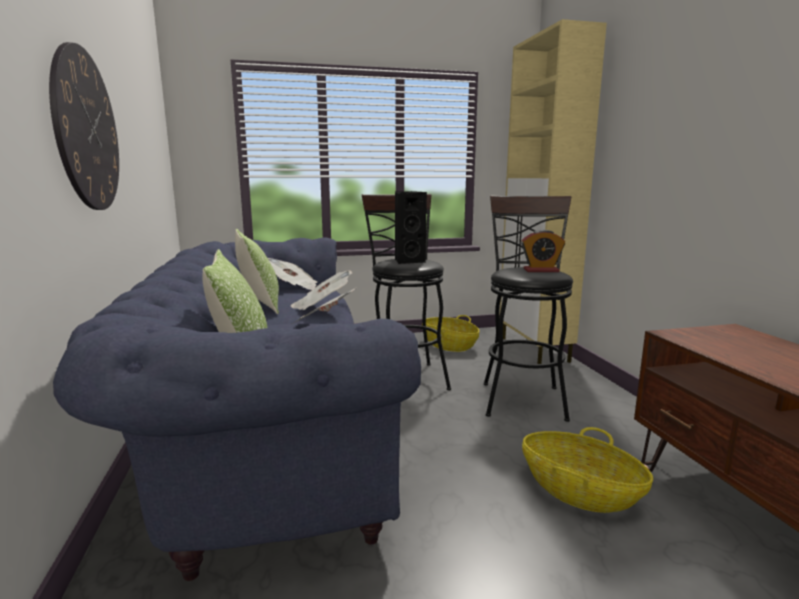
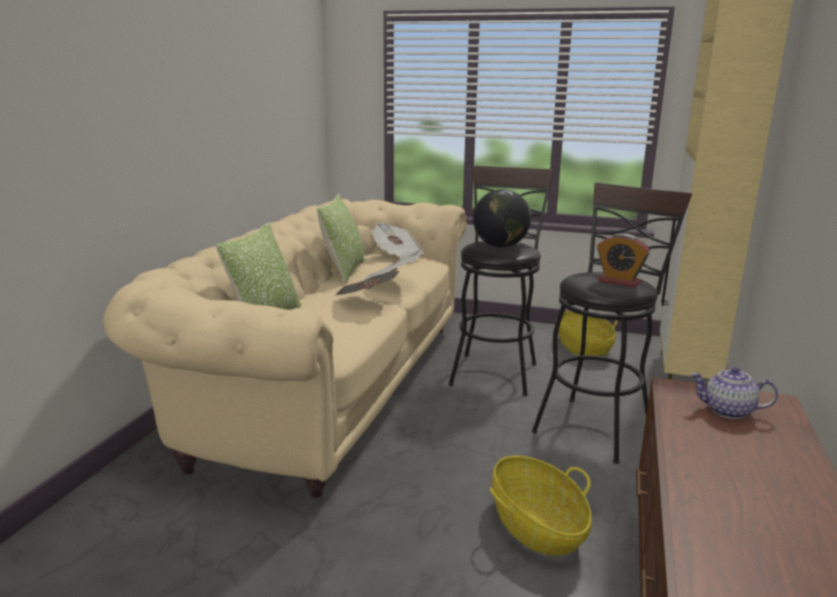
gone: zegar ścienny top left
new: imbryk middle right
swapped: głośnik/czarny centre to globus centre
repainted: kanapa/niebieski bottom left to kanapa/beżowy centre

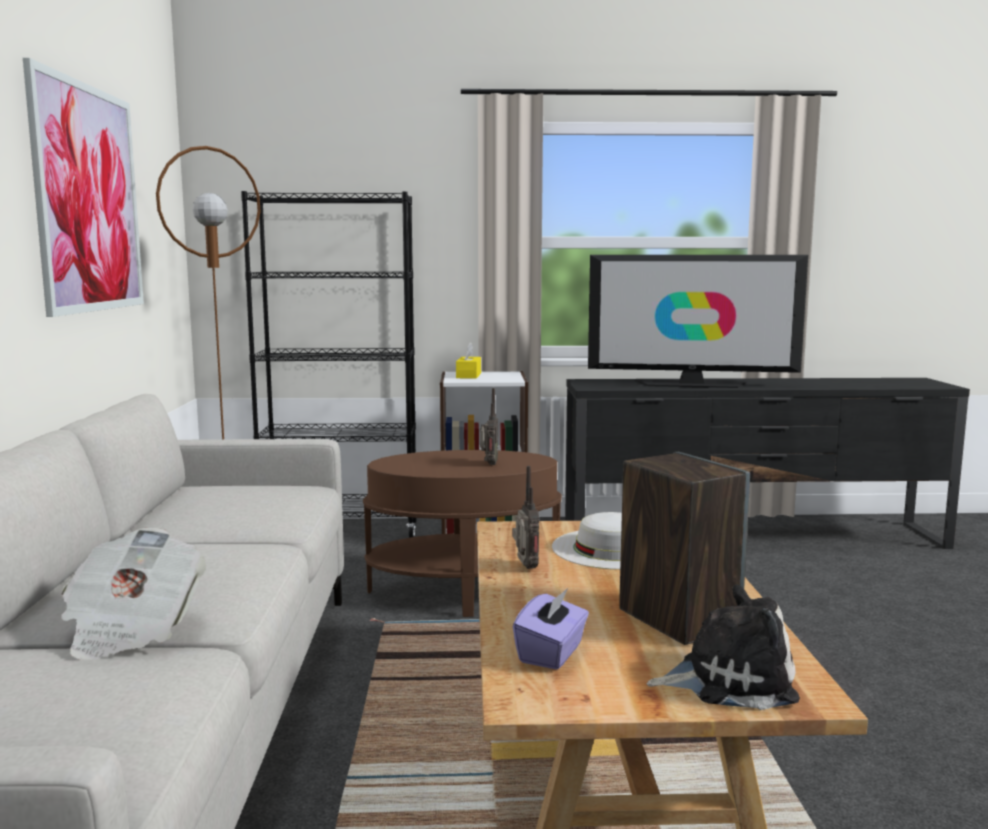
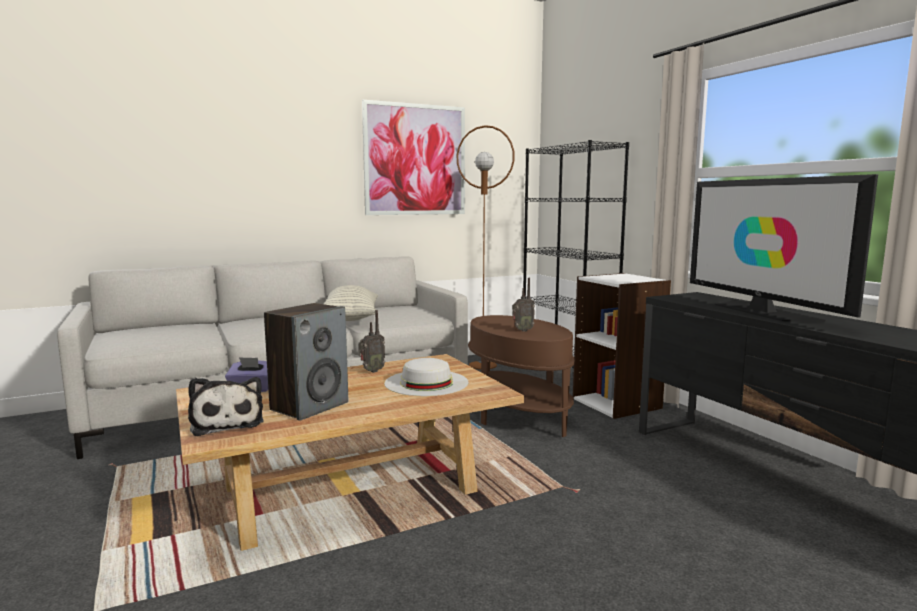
gone: pudełko chusteczek/żółty centre; gazeta bottom left
new: poduszka centre

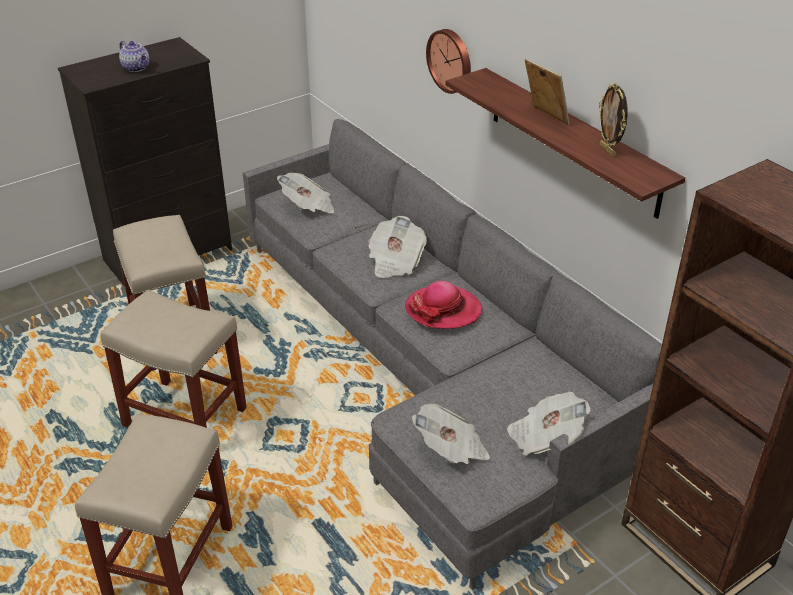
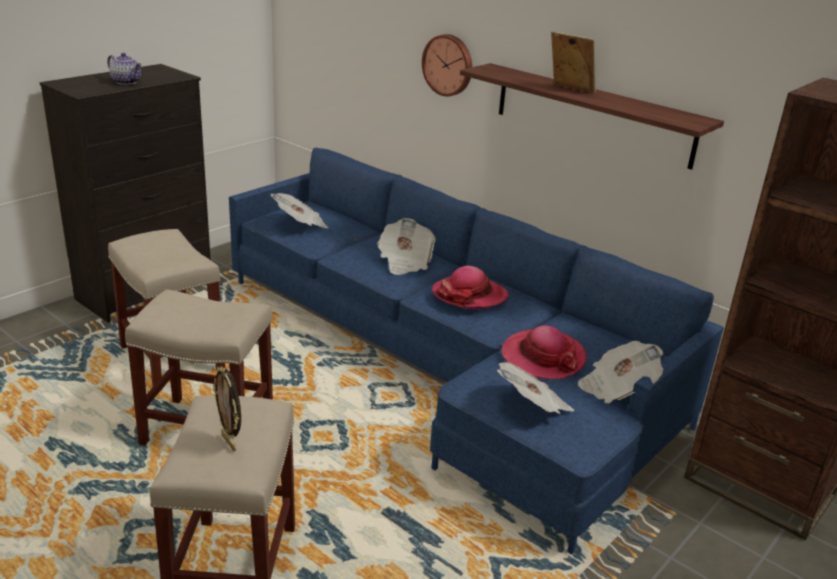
new: kapelusz (no. 2 from left) centre
shifted: ramka na zdjęcie (no. 2 from left in the first image) top right to ramka na zdjęcie (no. 1 from left) bottom left
repainted: kanapa/szary centre to kanapa/niebieski centre

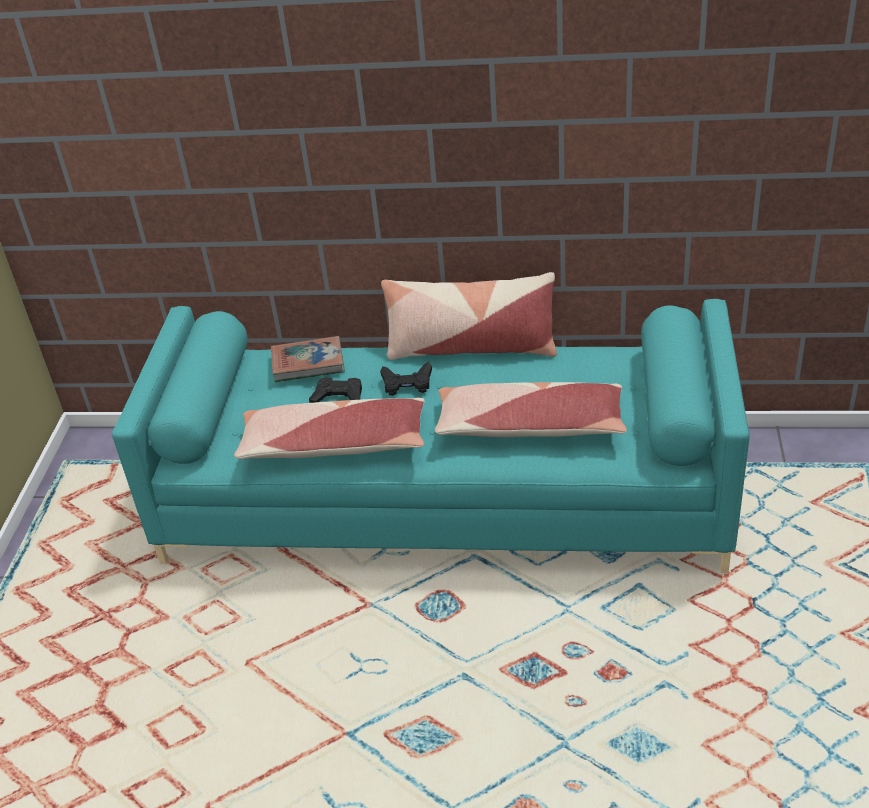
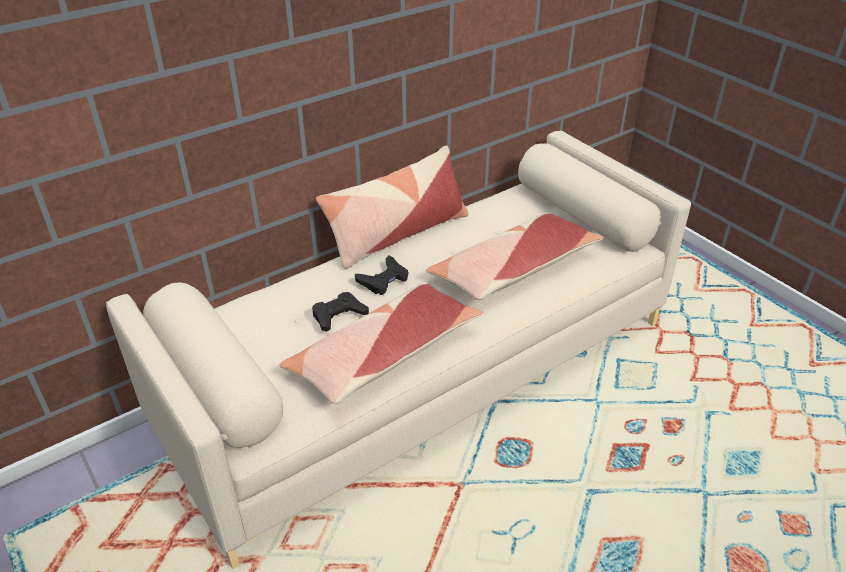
gone: książka centre
repainted: kanapa/turkusowy centre to kanapa/beżowy centre

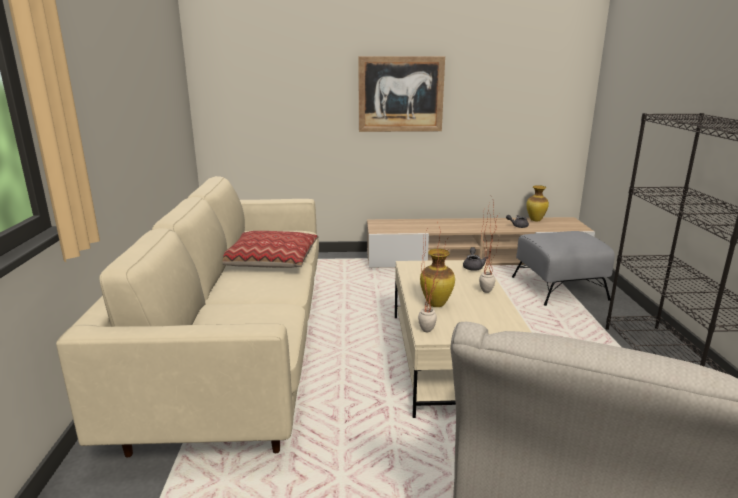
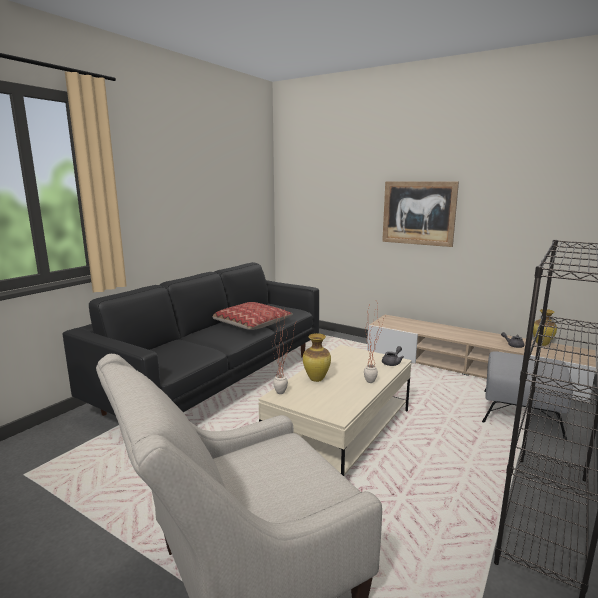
repainted: kanapa/beżowy middle left to kanapa/czarny middle left

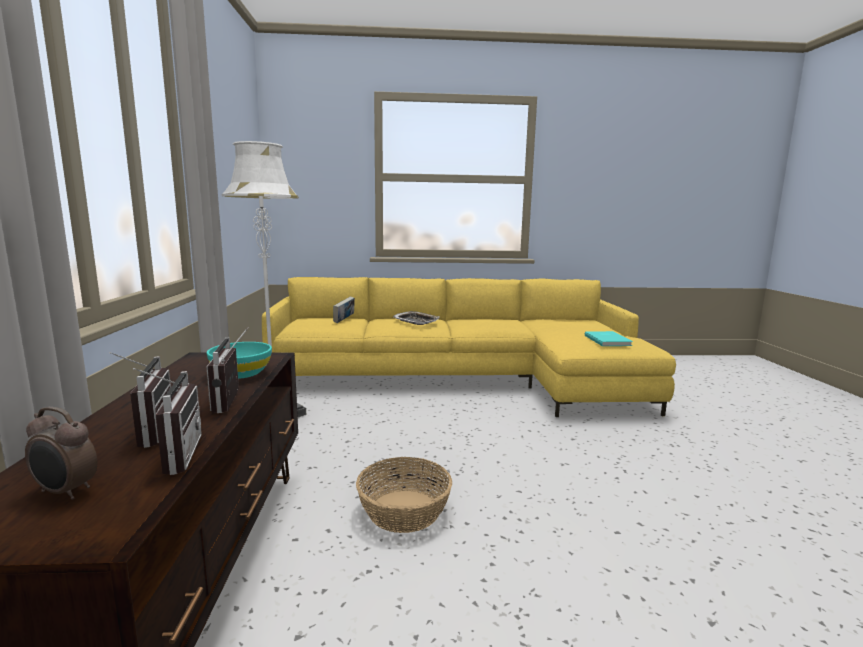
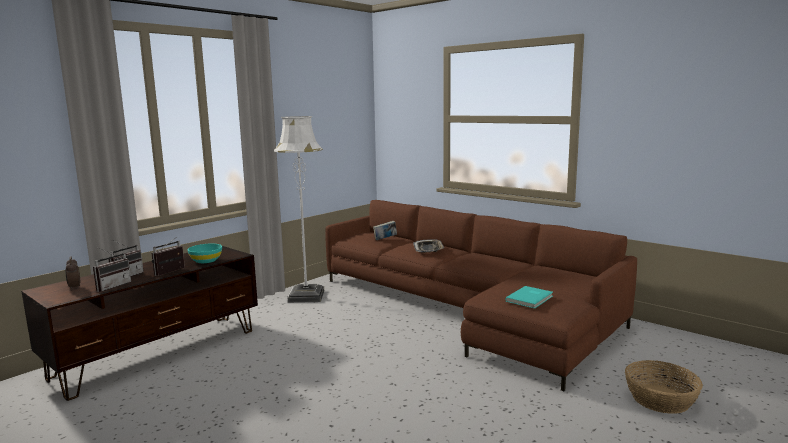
shifted: koszyk bottom centre to bottom right
repainted: kanapa/żółty centre to kanapa/brązowy centre

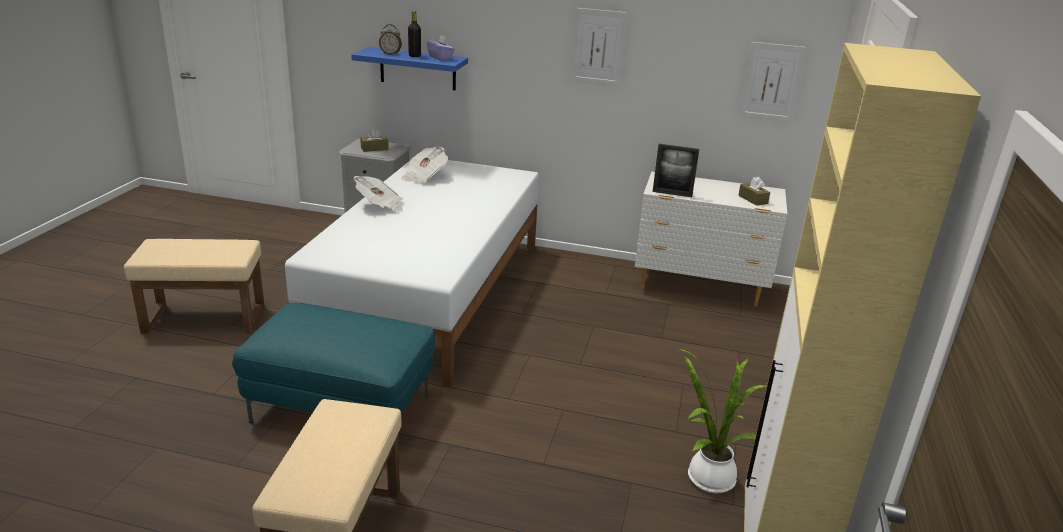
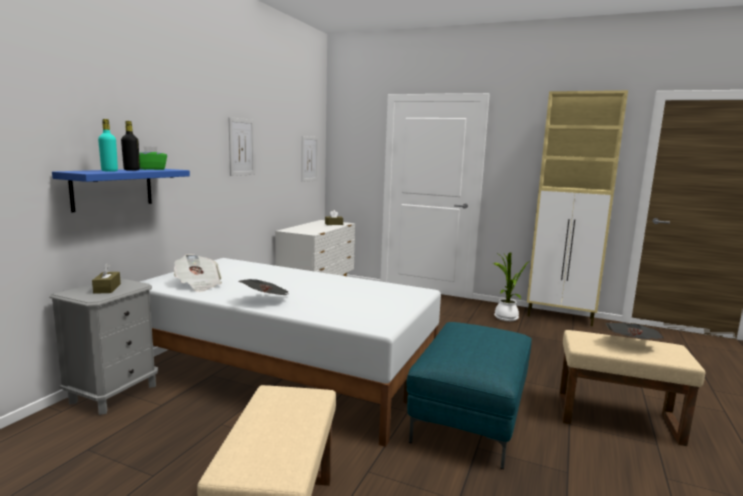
gone: ramka na zdjęcie top centre
new: gazeta (no. 3 from left) bottom right
swapped: budzik top centre to butelka/turkusowy top left
repainted: pudełko chusteczek/fioletowy top centre to pudełko chusteczek/zielony top left

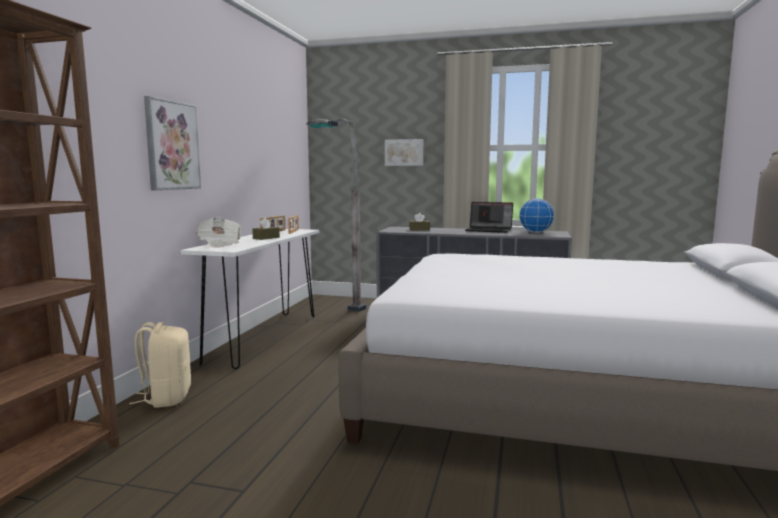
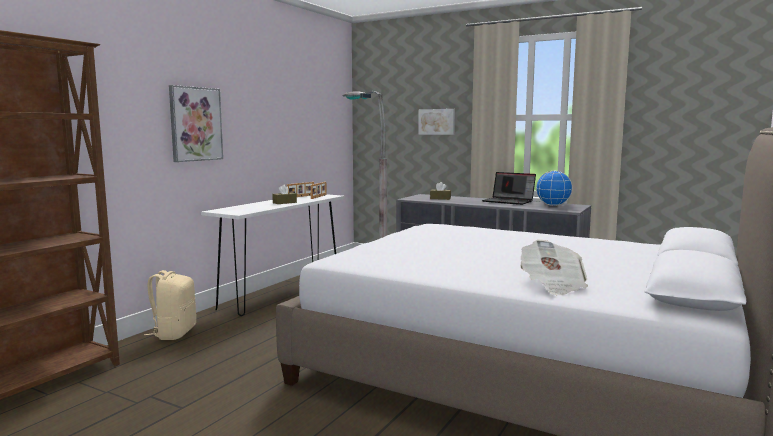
shifted: gazeta middle left to middle right

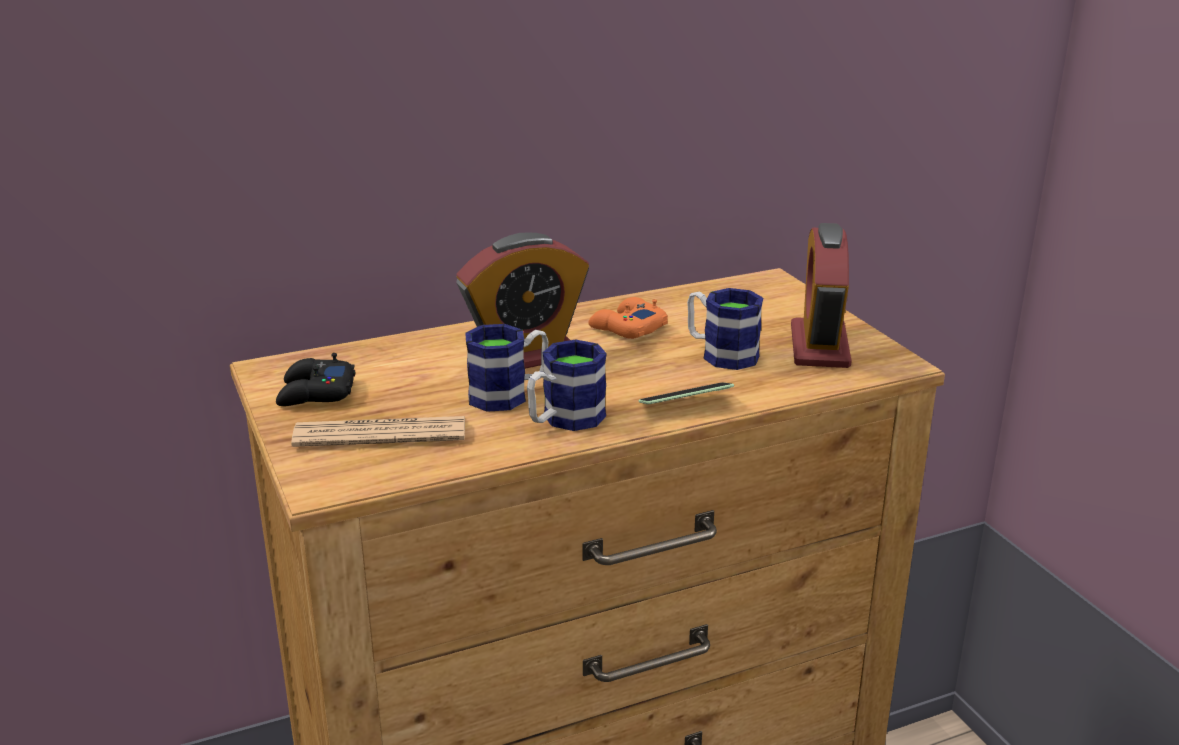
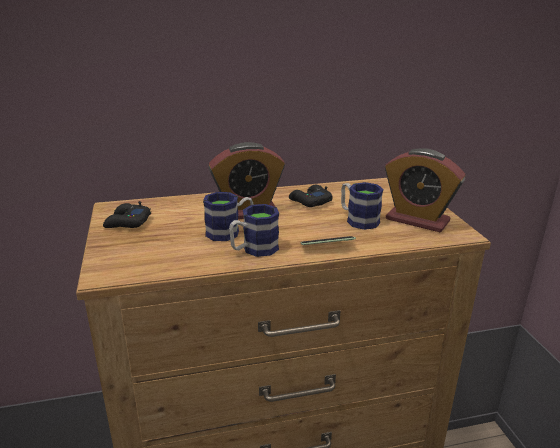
gone: gazeta middle left
repainted: pad do gier/pomarańczowy centre to pad do gier/czarny (no. 2 from left) centre
rotated: budzik (no. 2 from left) middle right = middle right 75 degrees counterclockwise

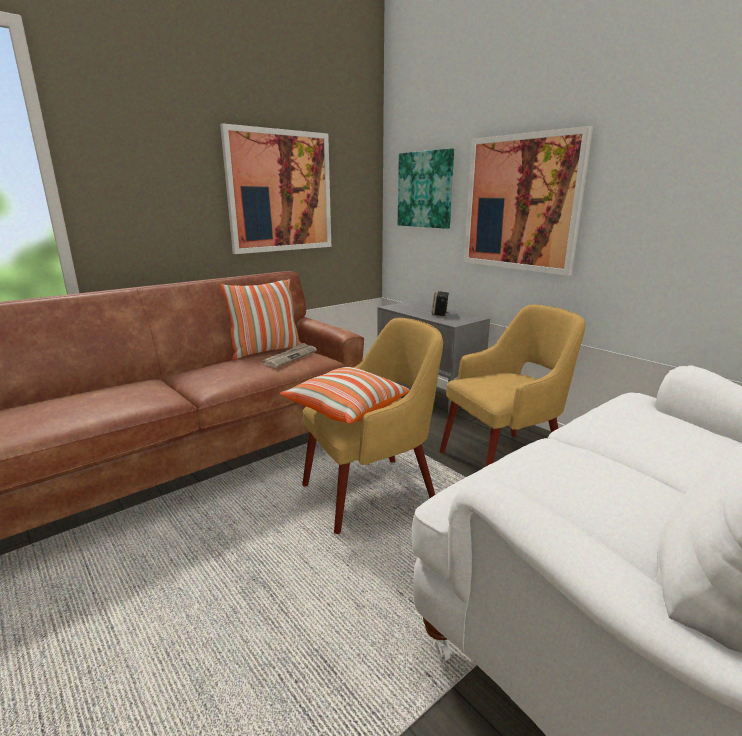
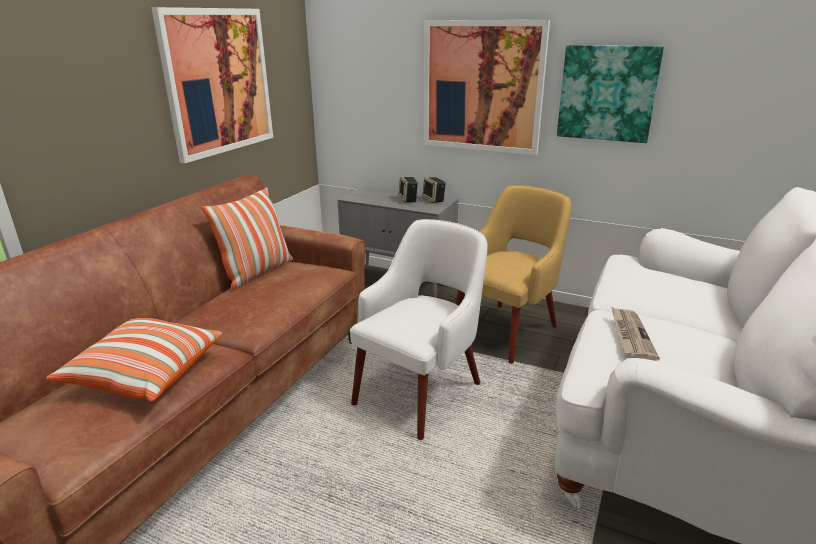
new: głośnik (no. 2 from left) centre
shifted: obraz (no. 2 from left in the first image) top centre to obraz (no. 3 from left) top right; gazeta centre to middle right; poduszka (no. 2 from left in the first image) centre to poduszka (no. 1 from left) middle left
repainted: fotel/żółty (no. 1 from left) centre to fotel/biały centre

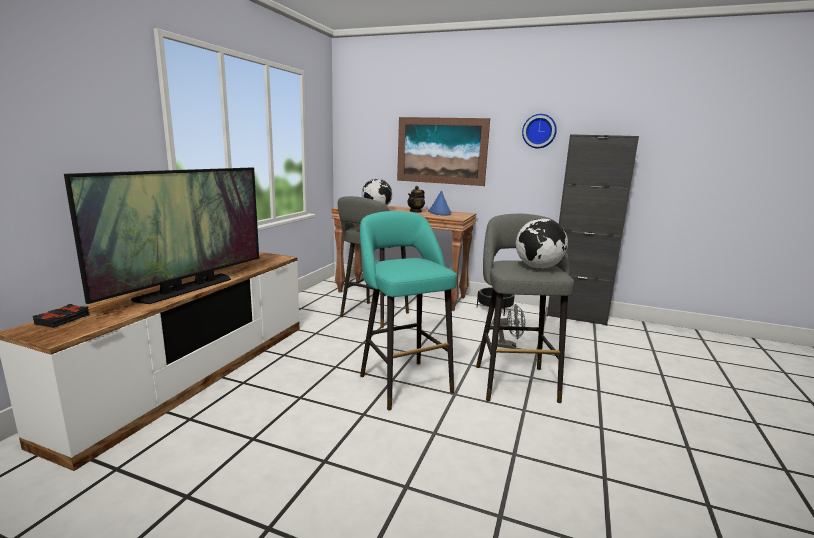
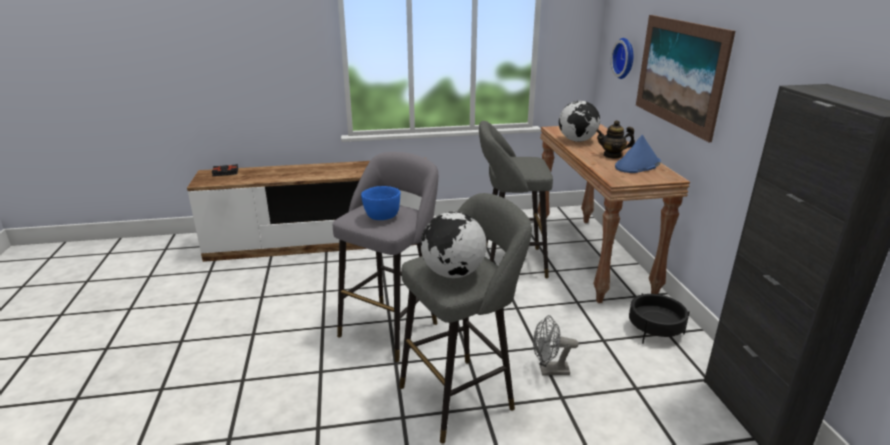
gone: telewizor middle left
new: miska/niebieski centre
shifted: zegar ścienny top centre to top right
repainted: stołek/turkusowy centre to stołek/szary (no. 1 from left) centre
rotated: wentylator/szary centre = bottom centre 105 degrees clockwise

